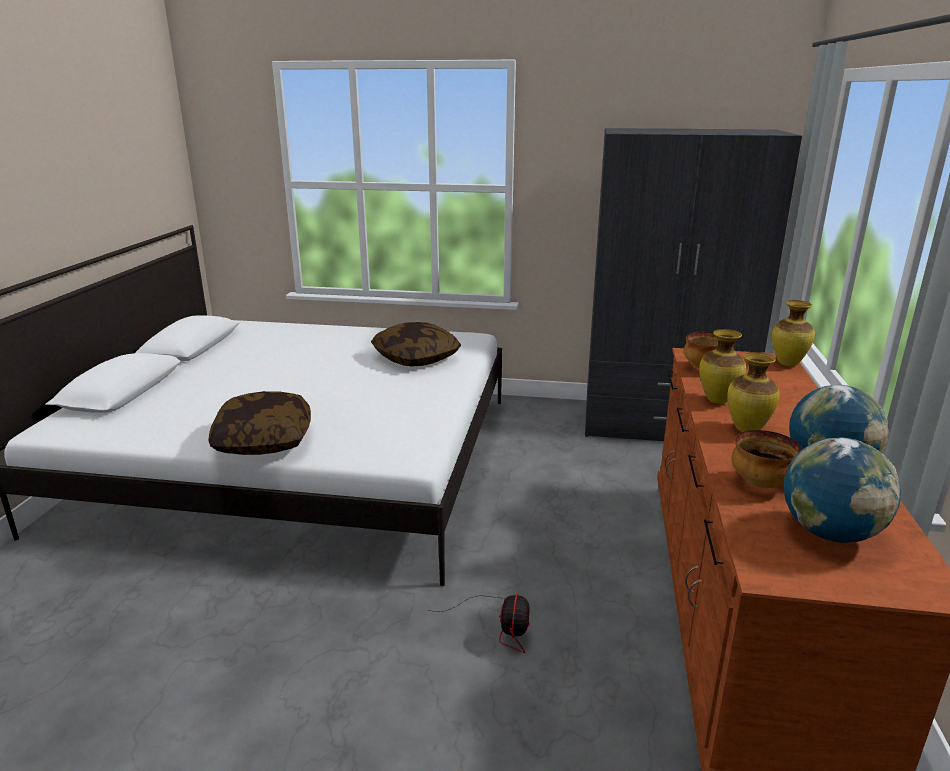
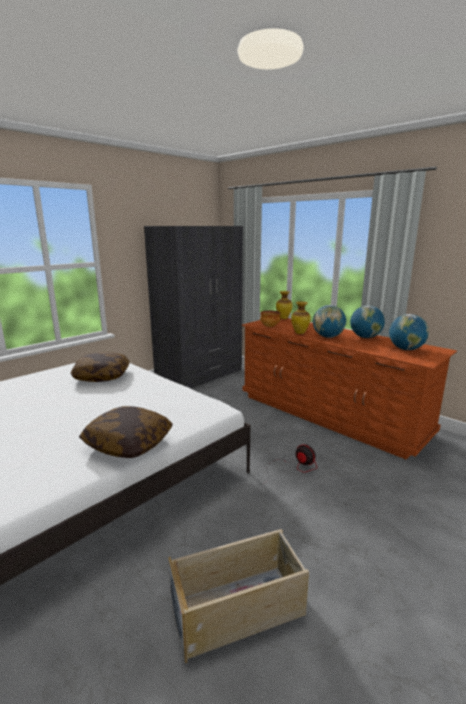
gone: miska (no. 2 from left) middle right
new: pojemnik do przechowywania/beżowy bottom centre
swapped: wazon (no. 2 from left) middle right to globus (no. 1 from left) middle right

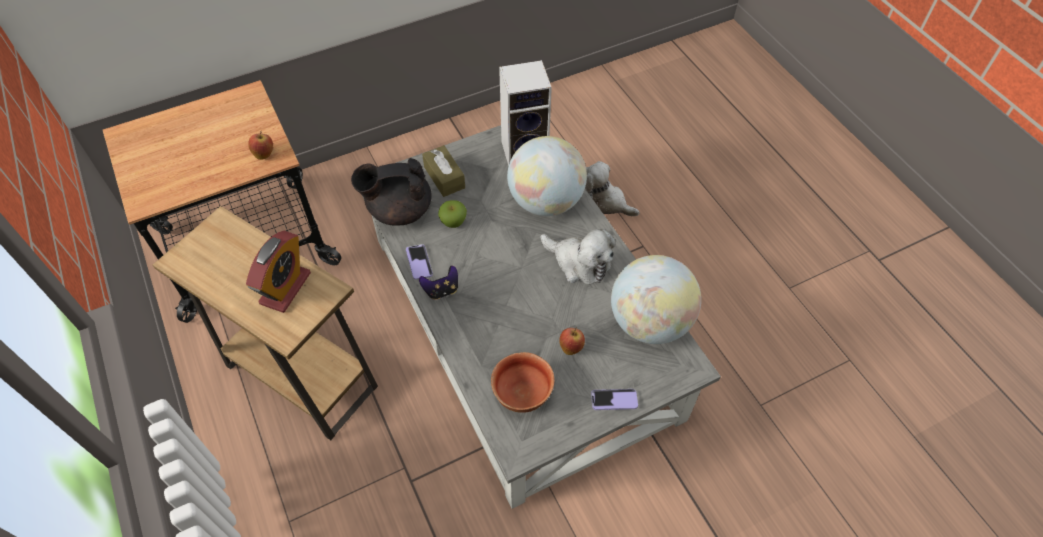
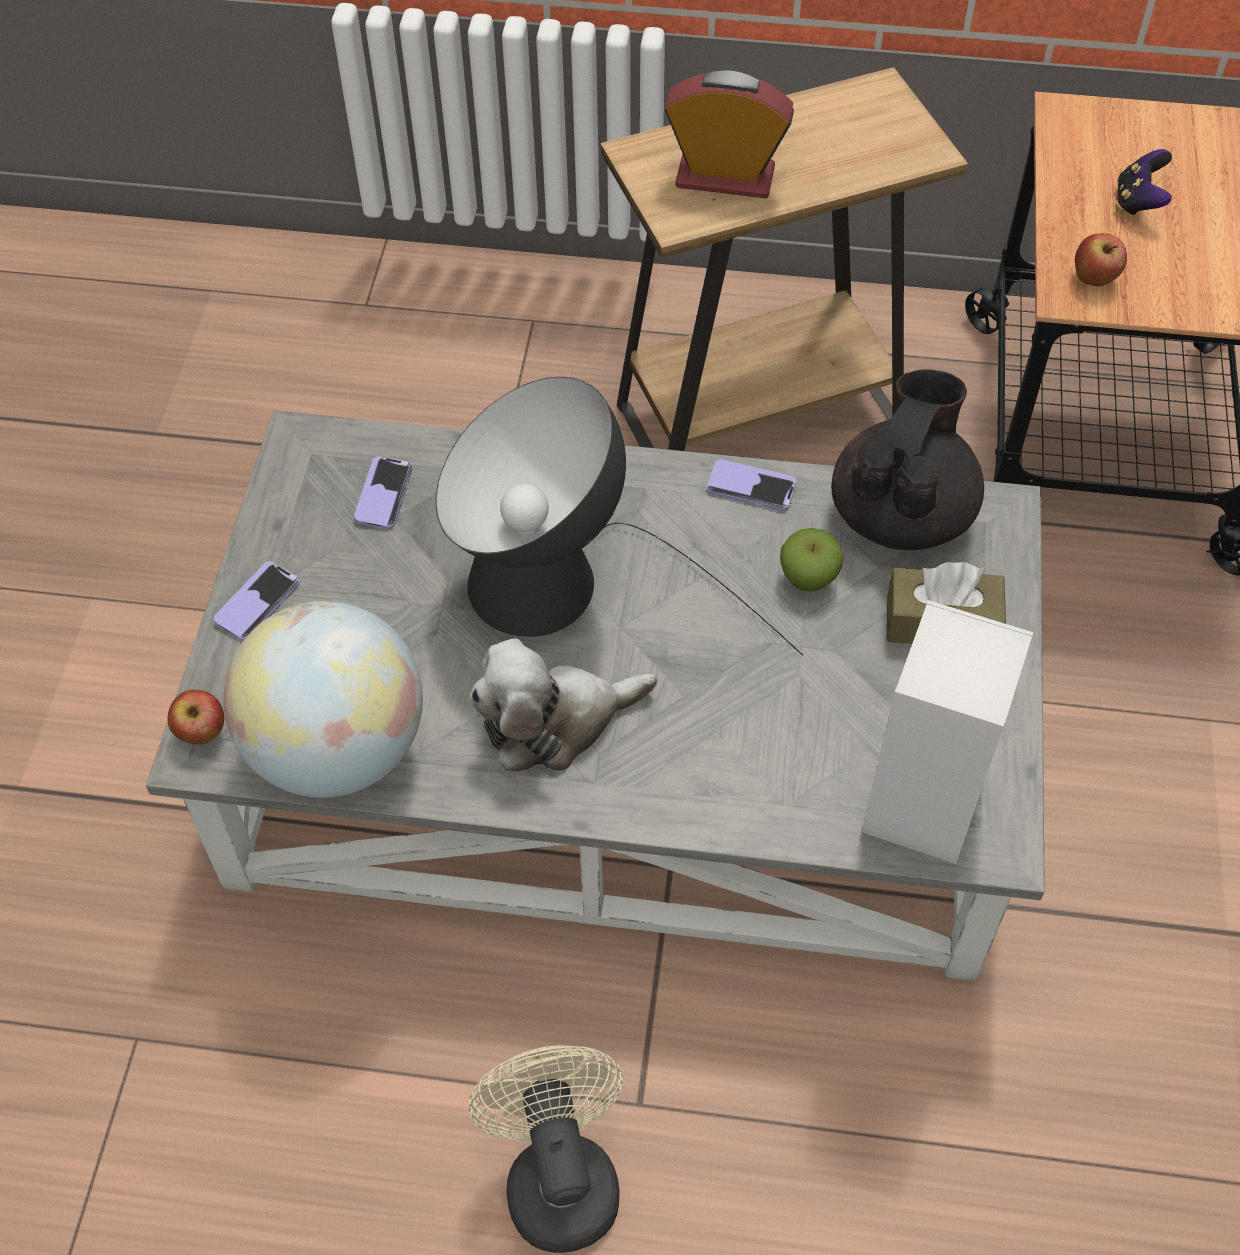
gone: globus (no. 1 from left) top centre; pluszak (no. 2 from left) centre
new: lampa stołowa centre; wentylator/beżowy bottom centre
shifted: pad do gier centre to top right; jabłko (no. 3 from left in the first image) centre to jabłko (no. 1 from left) middle left
swapped: miska bottom centre to telefon (no. 2 from left) middle left
rotated: budzik middle left = top centre 135 degrees clockwise

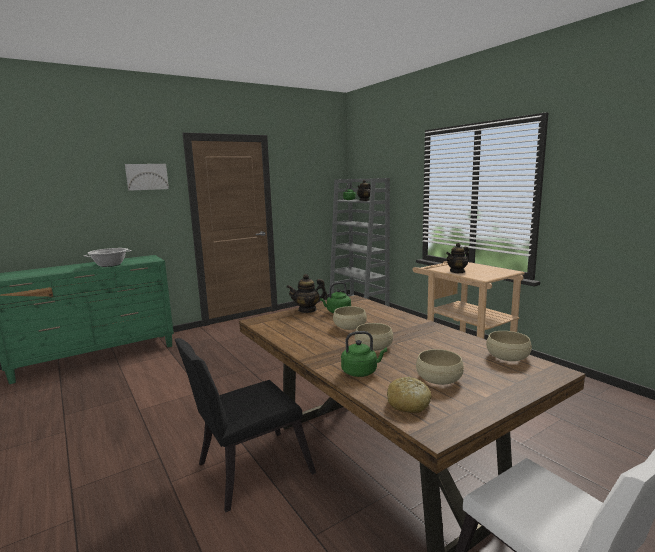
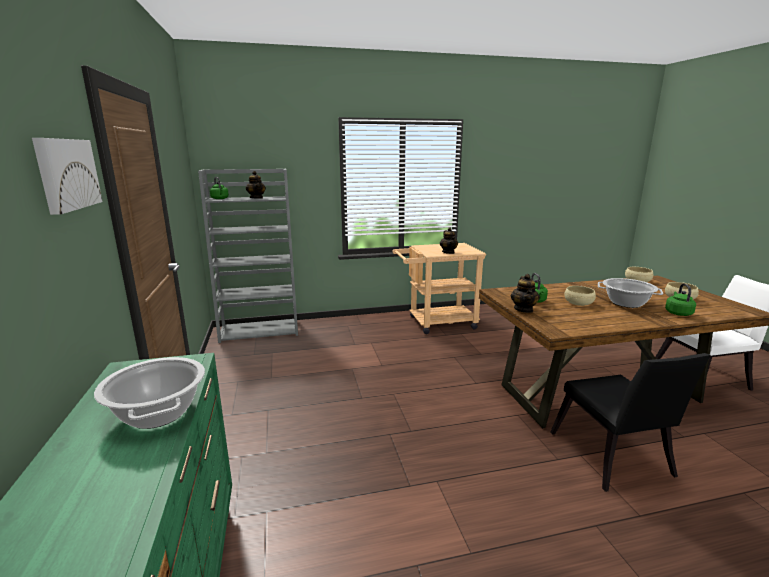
gone: chleb bottom centre
swapped: miska/beżowy (no. 2 from left) centre to garnek (no. 2 from left) middle right

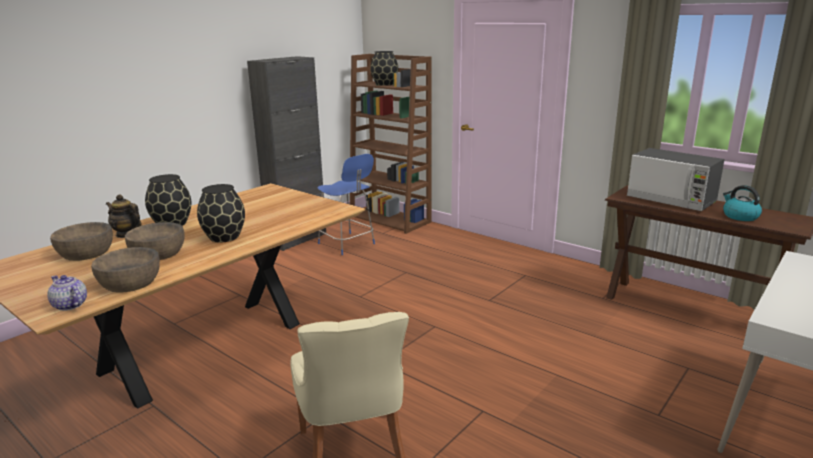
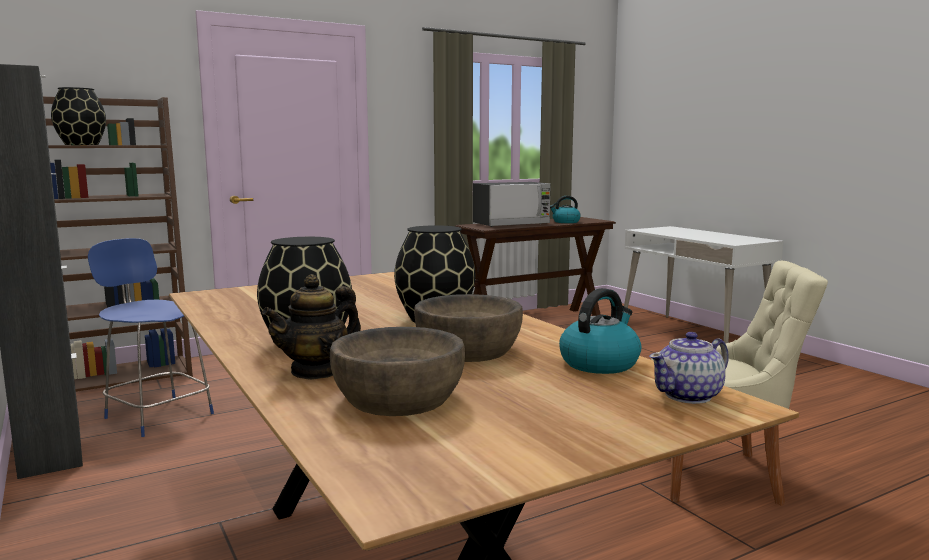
swapped: miska/brązowy (no. 2 from left) middle left to czajnik (no. 2 from left) centre
rotated: krzesło/niebieski centre = middle left 120 degrees counterclockwise

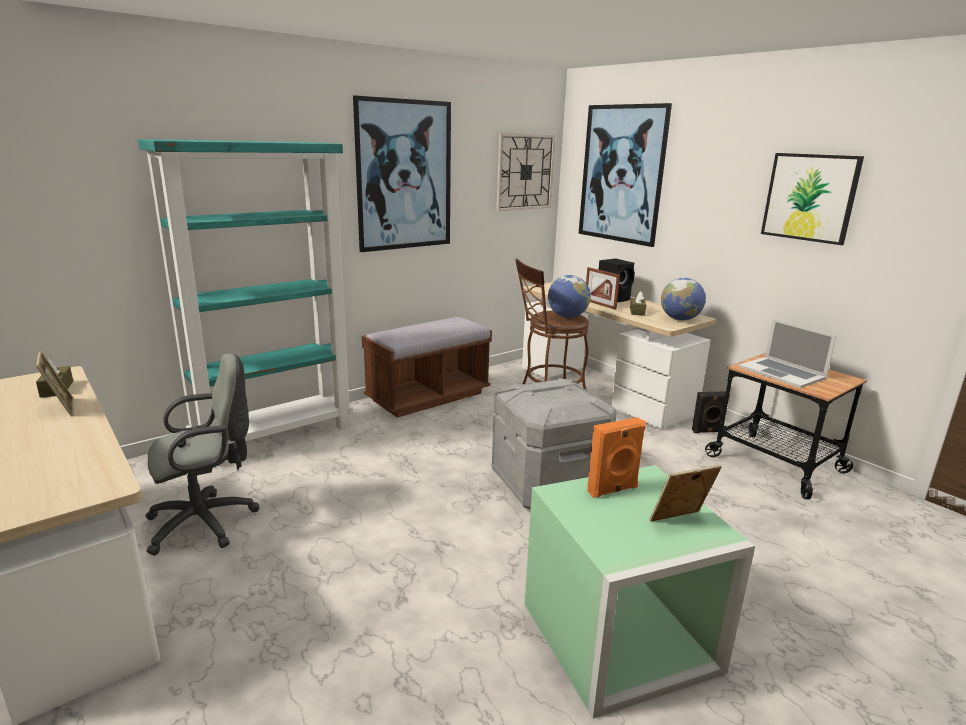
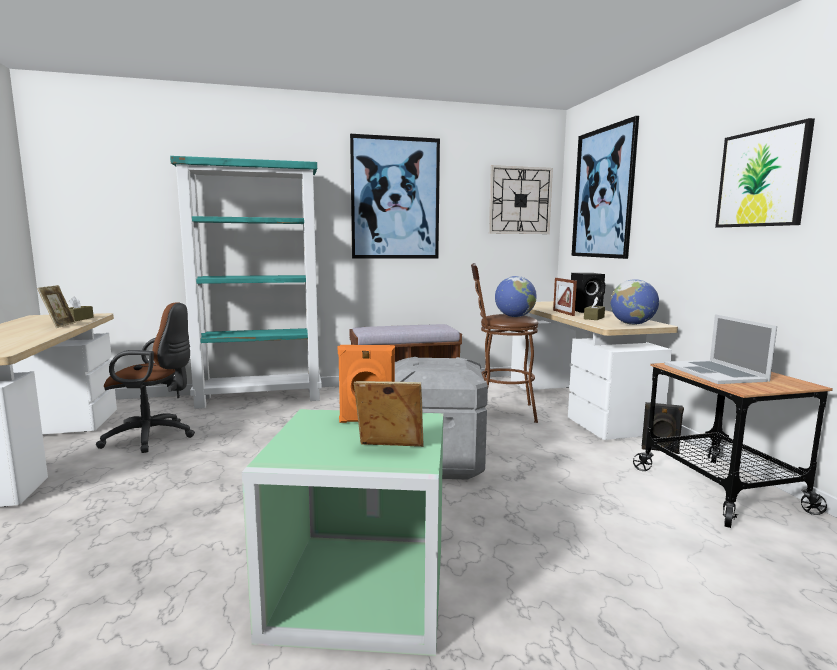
repainted: krzesło biurowe/szary middle left to krzesło biurowe/brązowy middle left

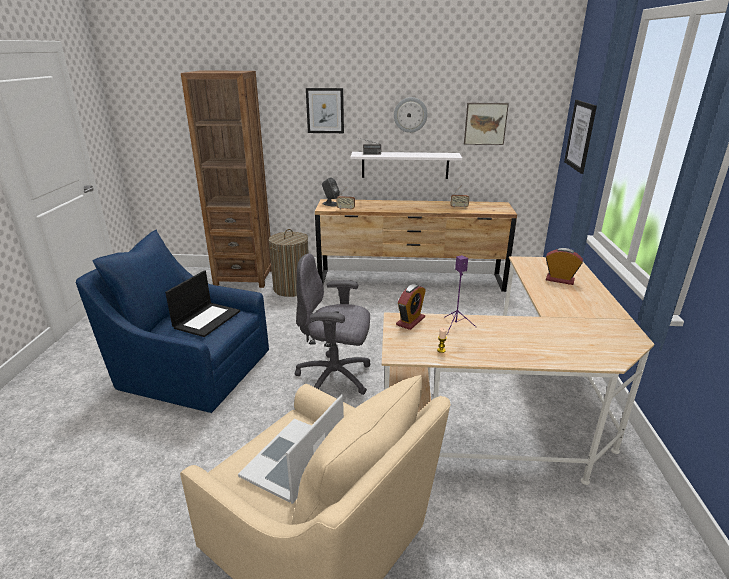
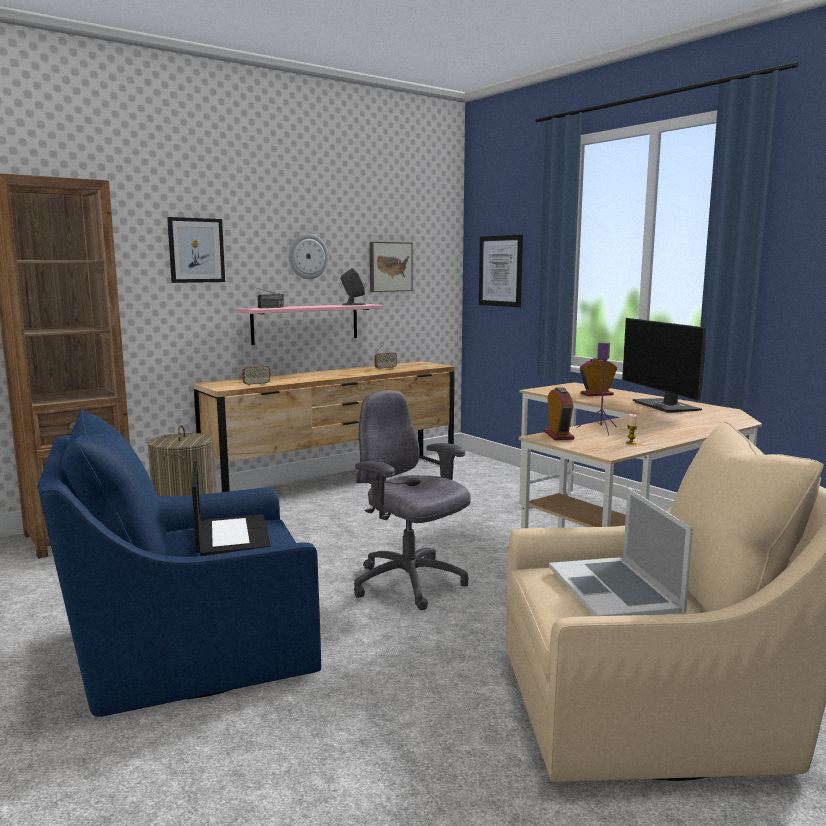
new: monitor middle right
shifted: głośnik/szary top centre to centre
repainted: półka/biały top centre to półka/różowy centre
rotated: krzesło biurowe/szary centre = centre 75 degrees clockwise

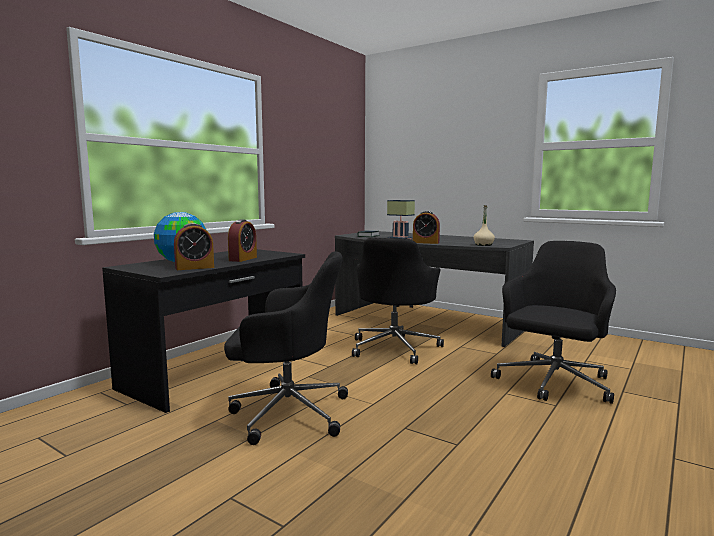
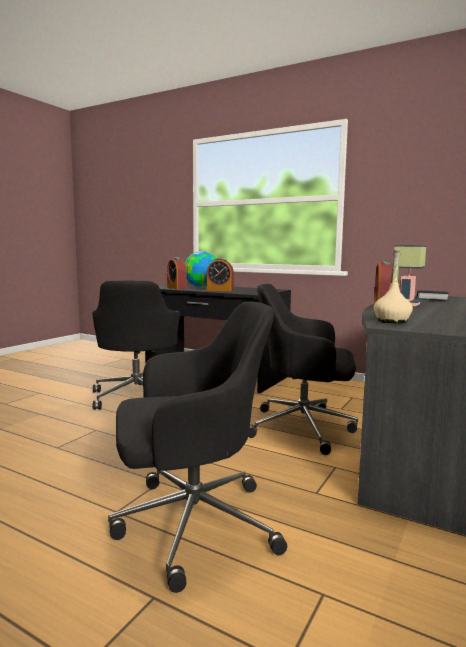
rotated: krzesło biurowe/czarny (no. 3 from left in the first image) middle right = bottom centre 45 degrees counterclockwise

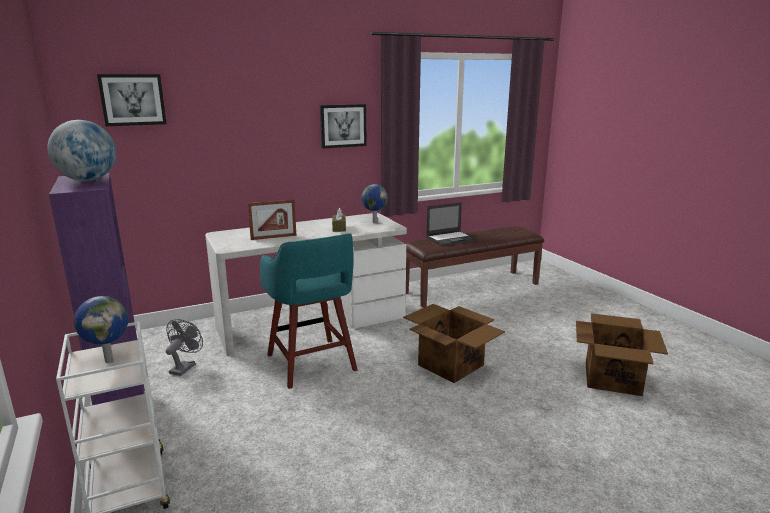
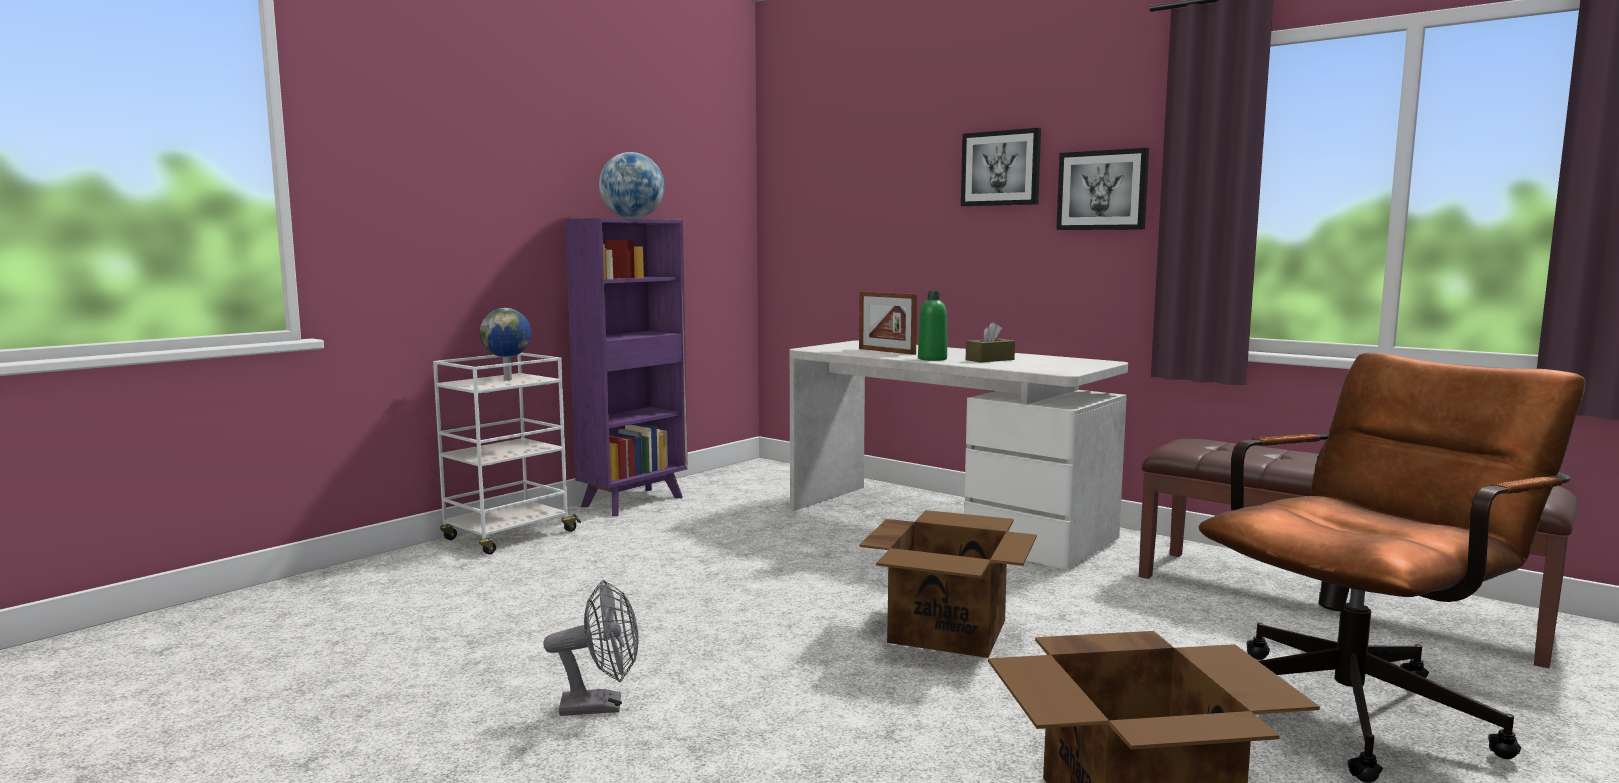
gone: globus (no. 3 from left) centre; laptop centre; stołek/turkusowy centre
new: butelka/zielony centre; krzesło biurowe/brązowy bottom right
shifted: obraz (no. 1 from left) top left to top centre; wentylator/szary bottom left to bottom centre

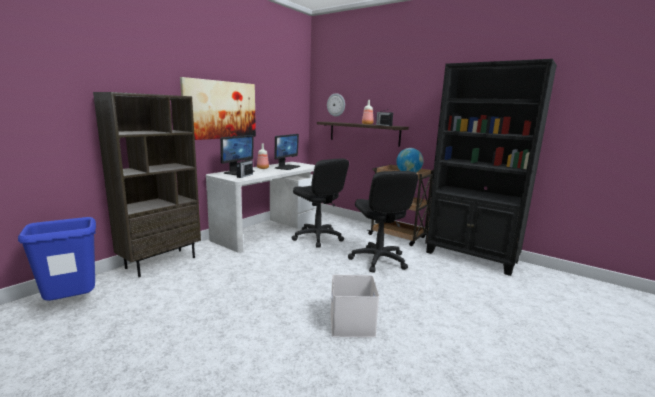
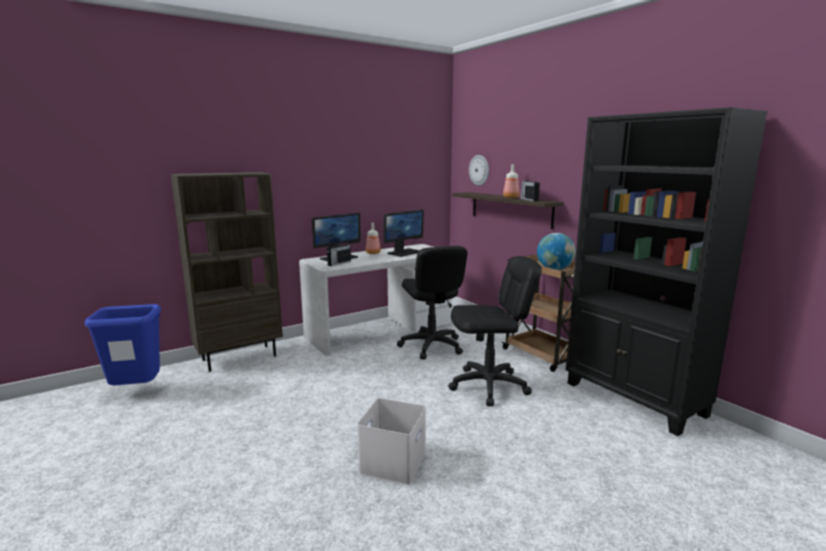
gone: obraz top left
rotated: krzesło biurowe/czarny (no. 2 from left) centre = centre 105 degrees counterclockwise

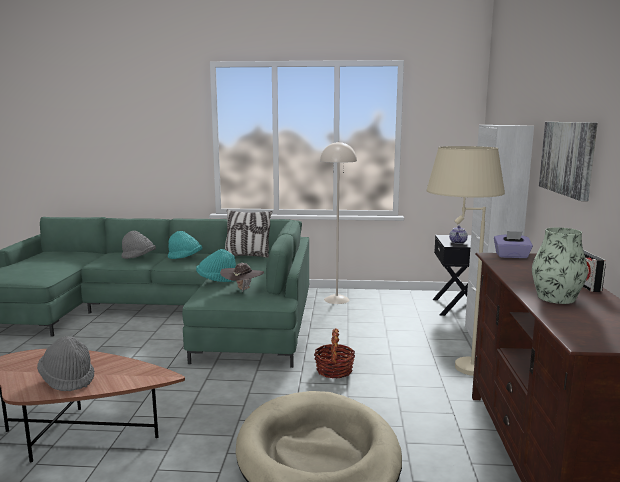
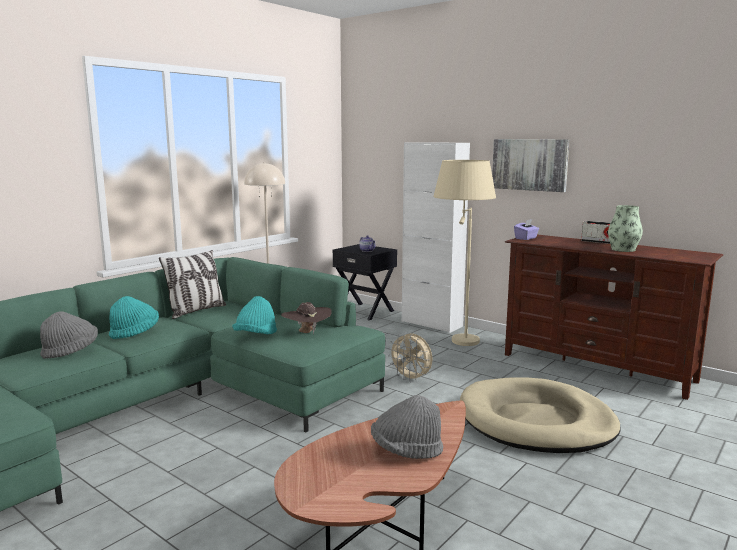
swapped: koszyk bottom centre to wentylator/beżowy centre

